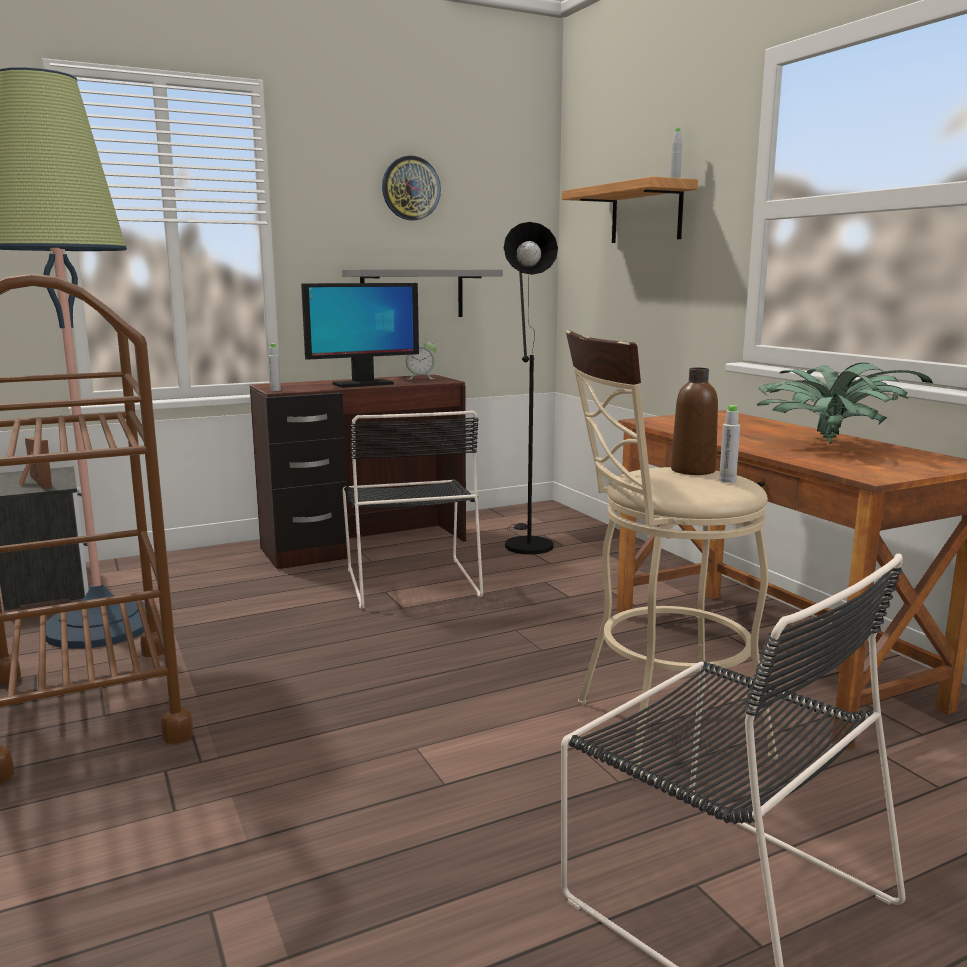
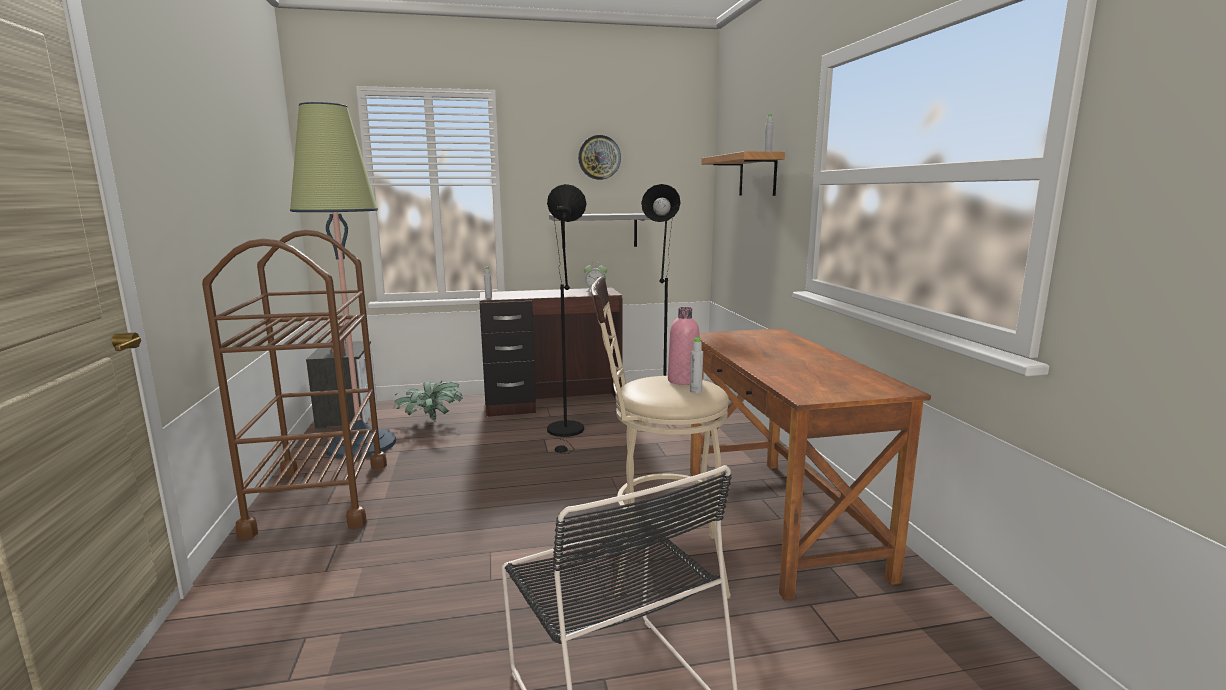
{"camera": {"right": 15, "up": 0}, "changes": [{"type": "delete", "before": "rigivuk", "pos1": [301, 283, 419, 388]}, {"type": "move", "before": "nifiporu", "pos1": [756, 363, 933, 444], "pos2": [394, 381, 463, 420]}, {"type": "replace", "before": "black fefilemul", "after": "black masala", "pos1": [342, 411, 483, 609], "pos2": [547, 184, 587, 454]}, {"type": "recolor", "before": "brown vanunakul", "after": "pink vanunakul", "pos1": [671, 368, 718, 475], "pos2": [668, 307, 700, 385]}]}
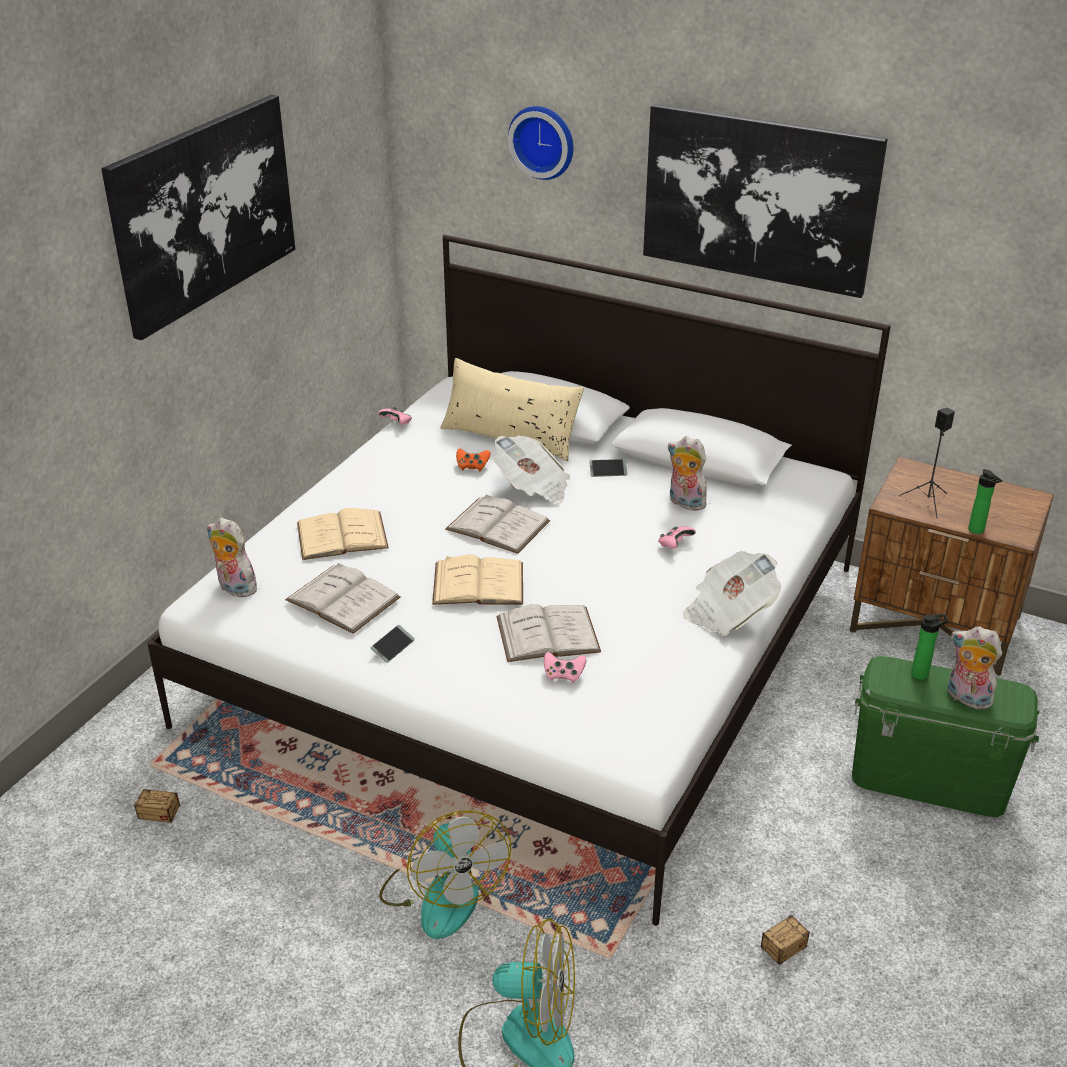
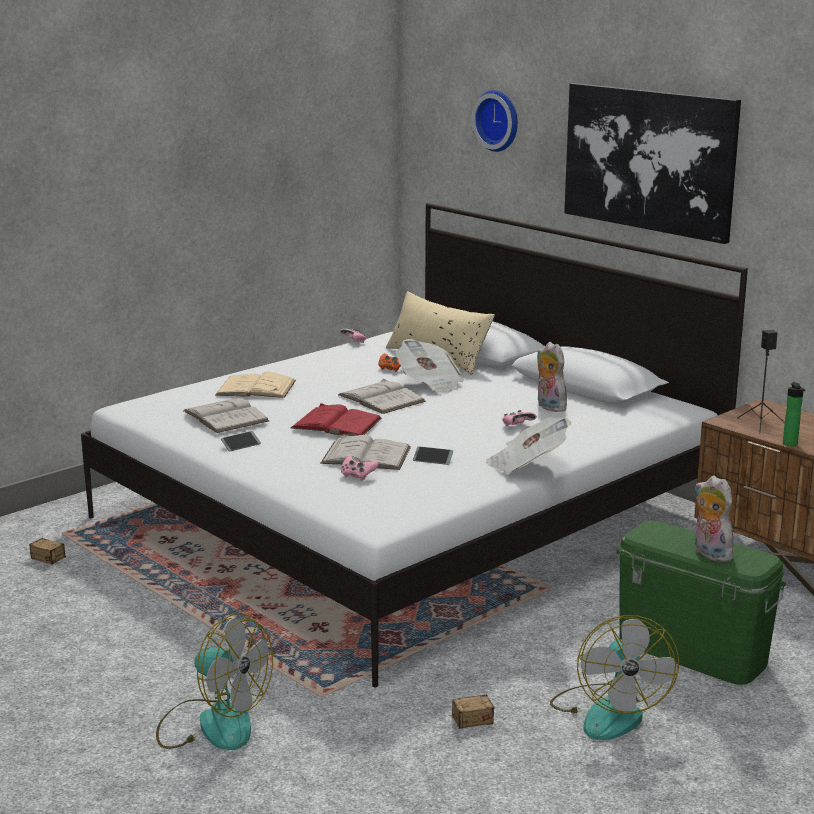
{"camera": {"right": 20, "up": -15}, "changes": [{"type": "delete", "before": "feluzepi", "pos1": [101, 95, 295, 340]}, {"type": "delete", "before": "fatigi", "pos1": [207, 518, 259, 597]}, {"type": "delete", "before": "vanunakul", "pos1": [911, 614, 949, 680]}, {"type": "move", "before": "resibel", "pos1": [379, 810, 511, 939], "pos2": [550, 615, 679, 740]}, {"type": "move", "before": "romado", "pos1": [589, 459, 628, 477], "pos2": [413, 446, 453, 465]}, {"type": "recolor", "before": "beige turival", "after": "red turival", "pos1": [432, 554, 523, 605], "pos2": [291, 403, 382, 436]}]}
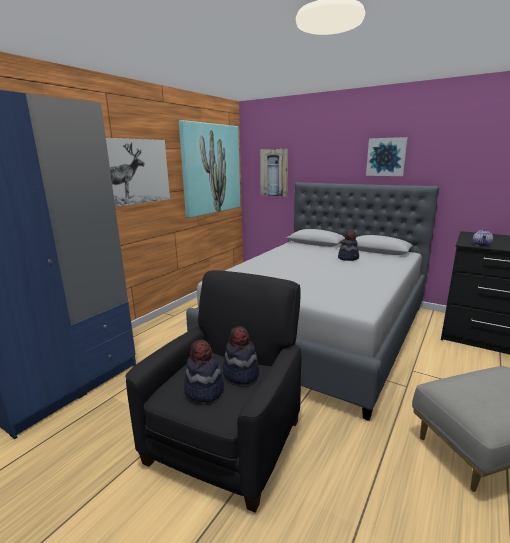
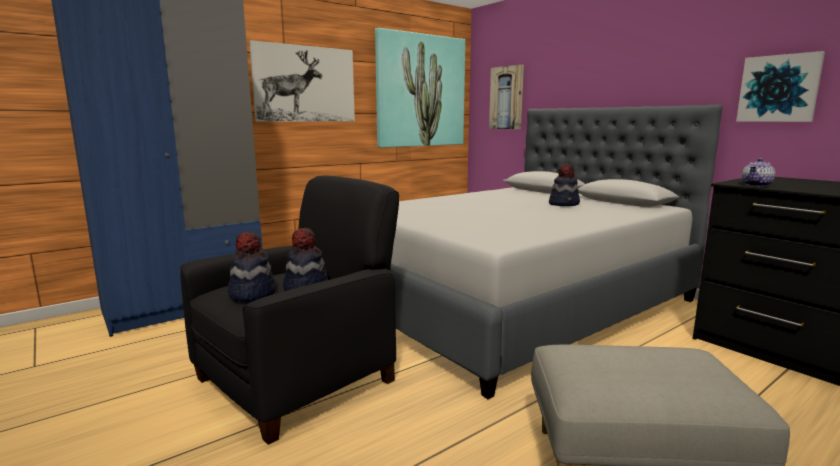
{"camera": {"right": 20, "up": -5}, "changes": [{"type": "move", "before": "feluzepi", "pos1": [366, 137, 408, 176], "pos2": [736, 51, 825, 122]}]}
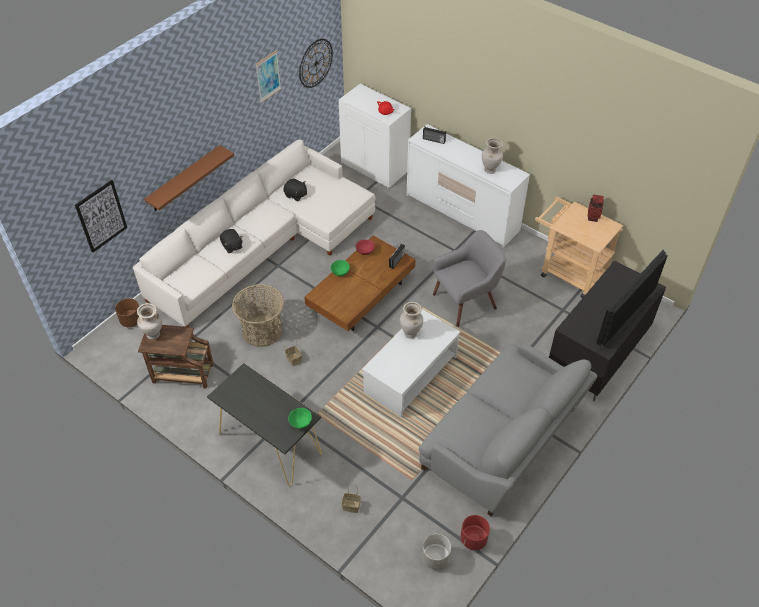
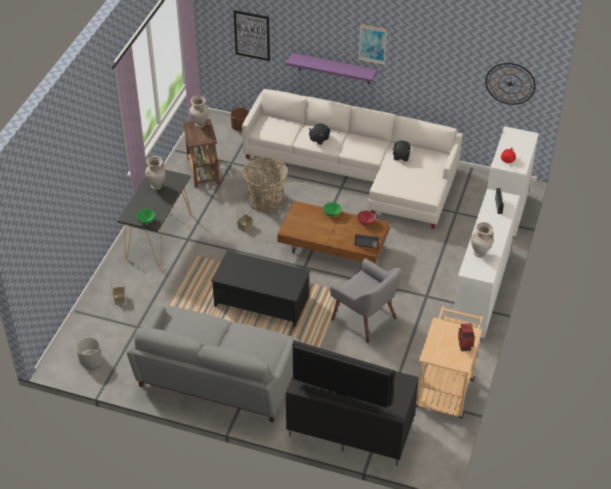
{"camera": {"right": 70, "up": -5}, "changes": [{"type": "delete", "before": "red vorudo", "pos1": [460, 515, 490, 550]}, {"type": "move", "before": "feluzepi", "pos1": [255, 50, 281, 103], "pos2": [359, 25, 387, 65]}, {"type": "move", "before": "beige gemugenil", "pos1": [400, 302, 423, 339], "pos2": [145, 156, 166, 190]}, {"type": "recolor", "before": "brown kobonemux", "after": "purple kobonemux", "pos1": [144, 145, 234, 211], "pos2": [286, 53, 377, 84]}, {"type": "recolor", "before": "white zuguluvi", "after": "black zuguluvi", "pos1": [362, 309, 460, 418], "pos2": [211, 251, 310, 327]}]}
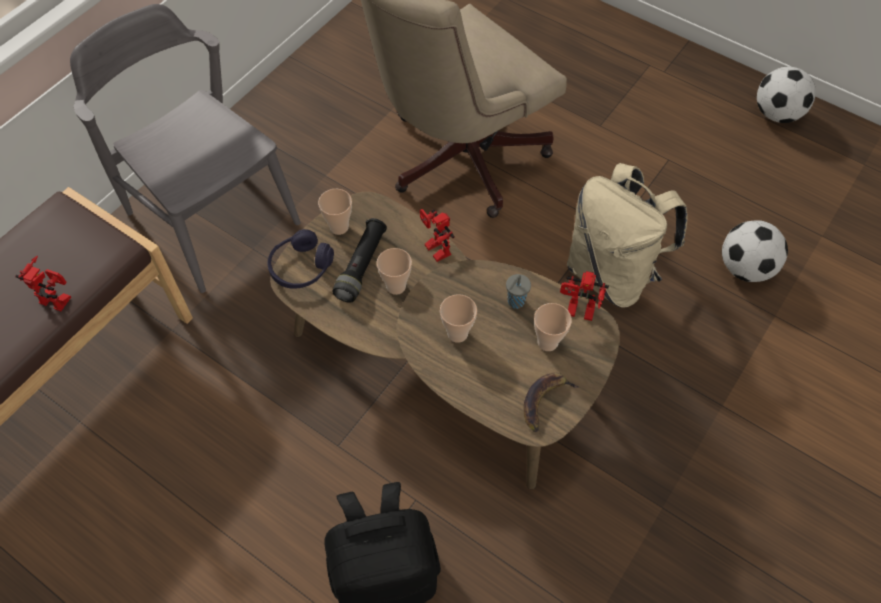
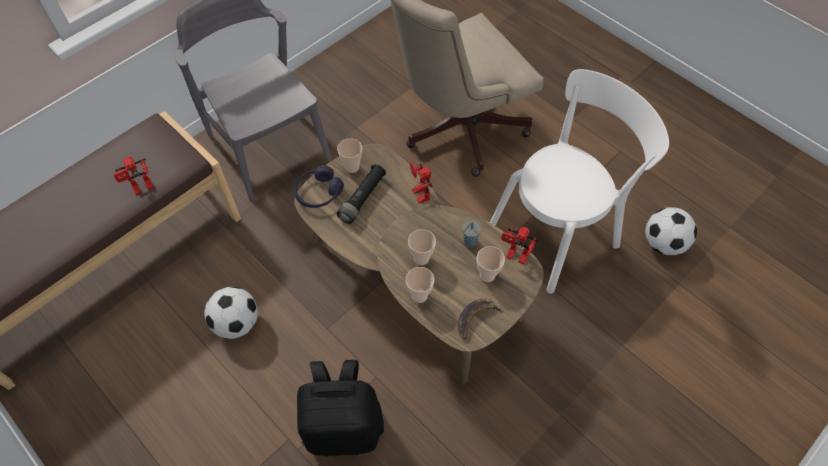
{"camera": {"right": 10, "up": 0}, "changes": [{"type": "move", "before": "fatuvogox", "pos1": [377, 248, 412, 295], "pos2": [406, 267, 434, 303]}, {"type": "move", "before": "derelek", "pos1": [757, 67, 816, 123], "pos2": [204, 287, 258, 339]}, {"type": "replace", "before": "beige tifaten", "after": "white fefilemul", "pos1": [567, 163, 688, 308], "pos2": [490, 69, 669, 294]}, {"type": "rotate", "before": "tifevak", "pos1": [15, 256, 71, 311], "pos2": [114, 156, 154, 195], "turn": 120}]}
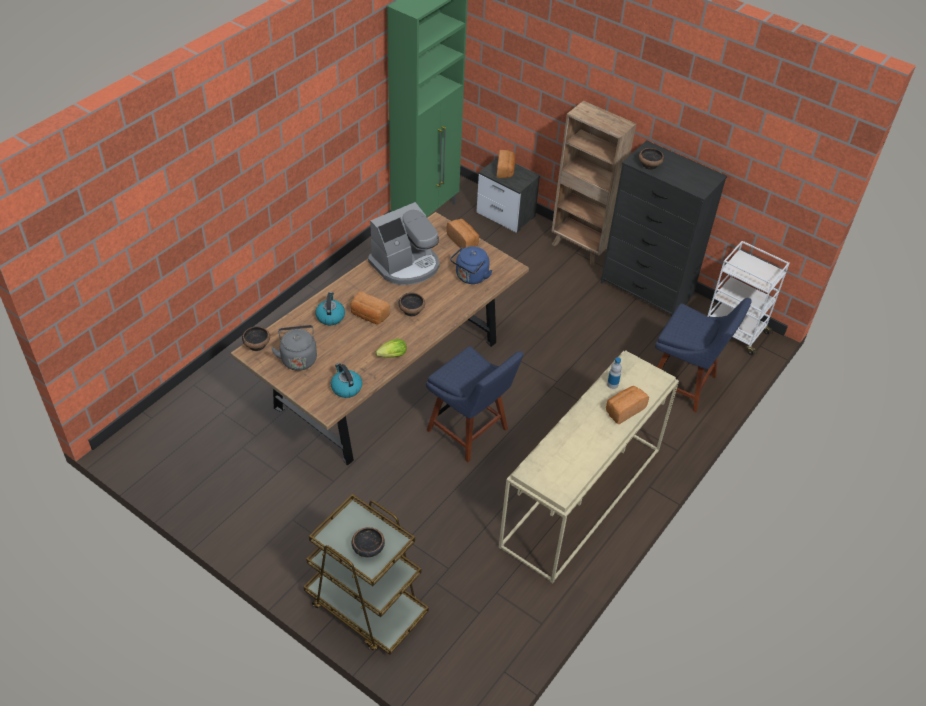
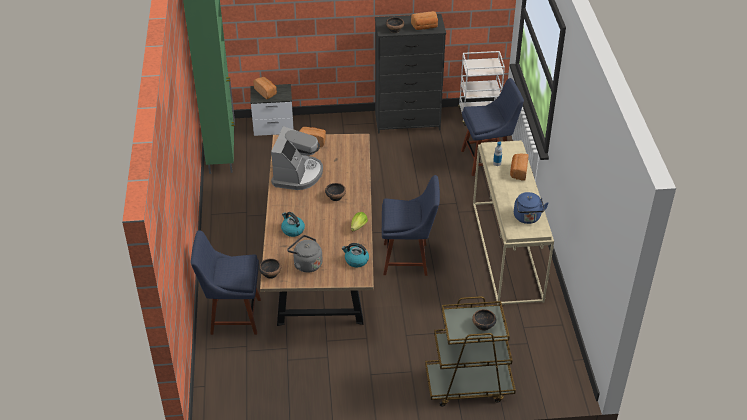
{"camera": {"right": -40, "up": -5}, "changes": [{"type": "delete", "before": "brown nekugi", "pos1": [551, 101, 636, 265]}, {"type": "insert", "after": "blue fefilemul", "pos2": [191, 230, 261, 335]}, {"type": "move", "before": "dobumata", "pos1": [351, 291, 390, 324], "pos2": [411, 11, 438, 30]}, {"type": "move", "before": "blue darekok", "pos1": [450, 246, 493, 284], "pos2": [514, 192, 549, 224]}]}
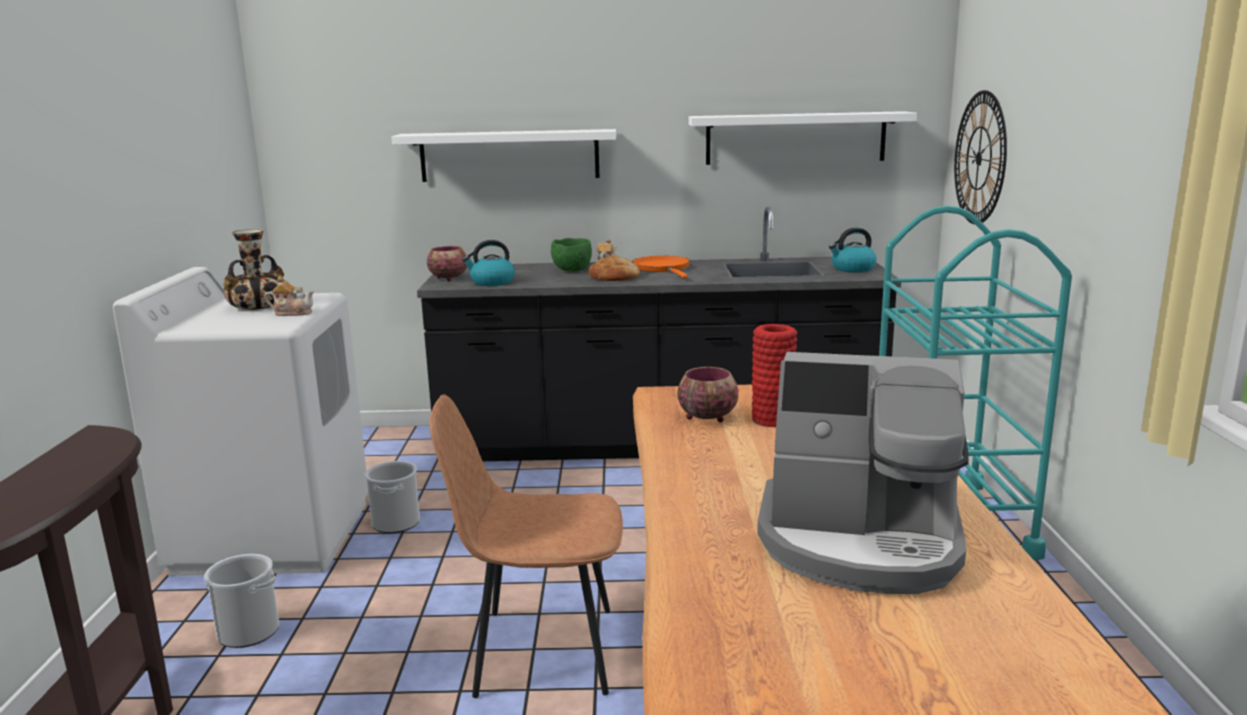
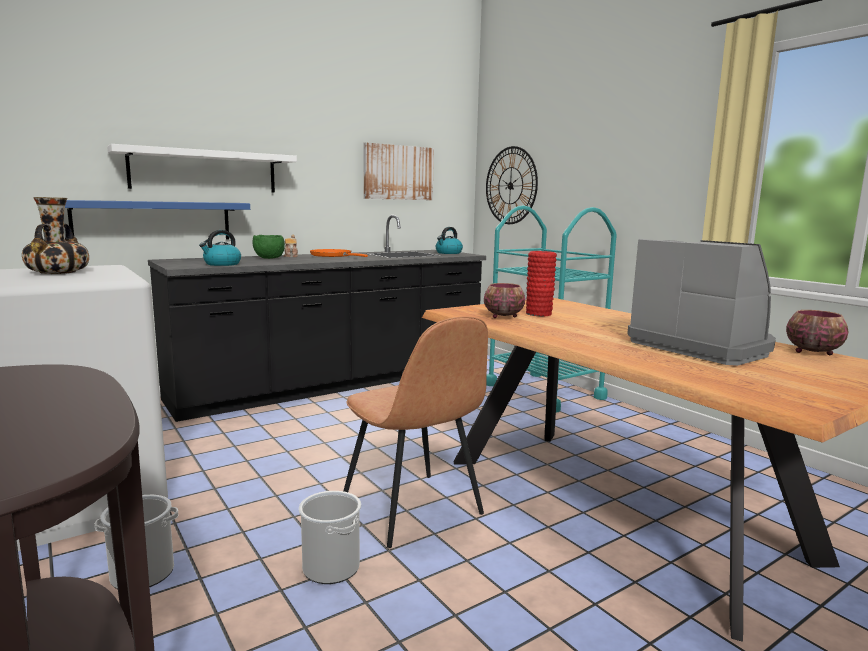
{"camera": {"right": -35, "up": -5}, "changes": [{"type": "delete", "before": "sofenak", "pos1": [264, 276, 314, 316]}, {"type": "delete", "before": "dobumata", "pos1": [589, 256, 640, 281]}, {"type": "insert", "after": "blue kobonemux", "pos2": [65, 200, 250, 239]}, {"type": "move", "before": "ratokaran", "pos1": [364, 461, 420, 533], "pos2": [299, 491, 361, 584]}, {"type": "move", "before": "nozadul", "pos1": [427, 246, 467, 281], "pos2": [786, 310, 848, 355]}, {"type": "replace", "before": "white kobonemux", "after": "feluzepi", "pos1": [688, 111, 917, 165], "pos2": [363, 142, 434, 200]}, {"type": "rotate", "before": "brown fefilemul", "pos1": [429, 394, 623, 698], "pos2": [344, 317, 488, 548], "turn": -90}, {"type": "rotate", "before": "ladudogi", "pos1": [757, 352, 969, 594], "pos2": [627, 239, 776, 366], "turn": -105}]}
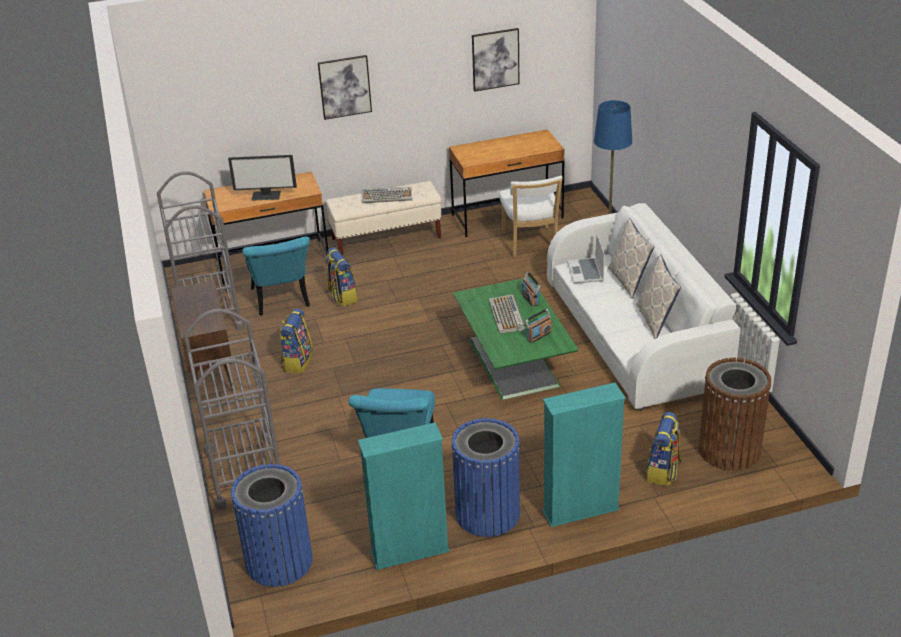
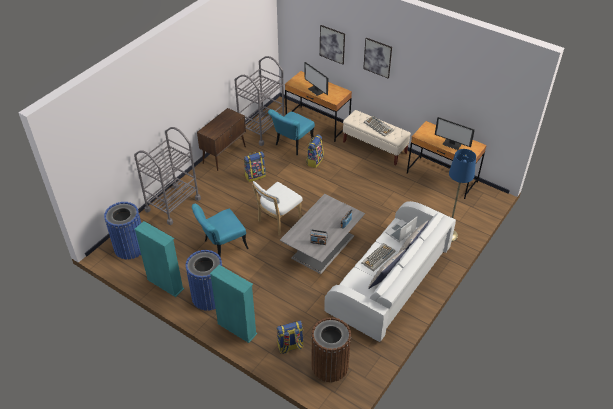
{"camera": {"right": 50, "up": 10}, "changes": [{"type": "insert", "after": "rigivuk", "pos2": [435, 117, 475, 150]}, {"type": "move", "before": "feluzepi", "pos1": [472, 28, 519, 92], "pos2": [320, 25, 345, 65]}, {"type": "move", "before": "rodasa", "pos1": [489, 294, 525, 334], "pos2": [361, 243, 396, 272]}, {"type": "move", "before": "white fefilemul", "pos1": [499, 176, 563, 258], "pos2": [252, 181, 303, 236]}, {"type": "recolor", "before": "green zuguluvi", "after": "grey zuguluvi", "pos1": [453, 277, 578, 400], "pos2": [280, 194, 365, 274]}]}
